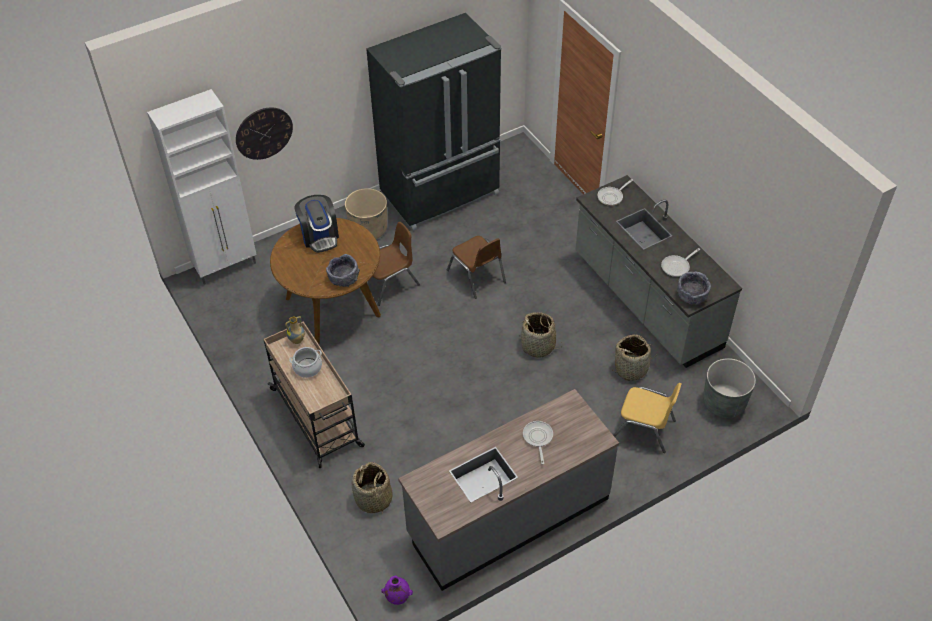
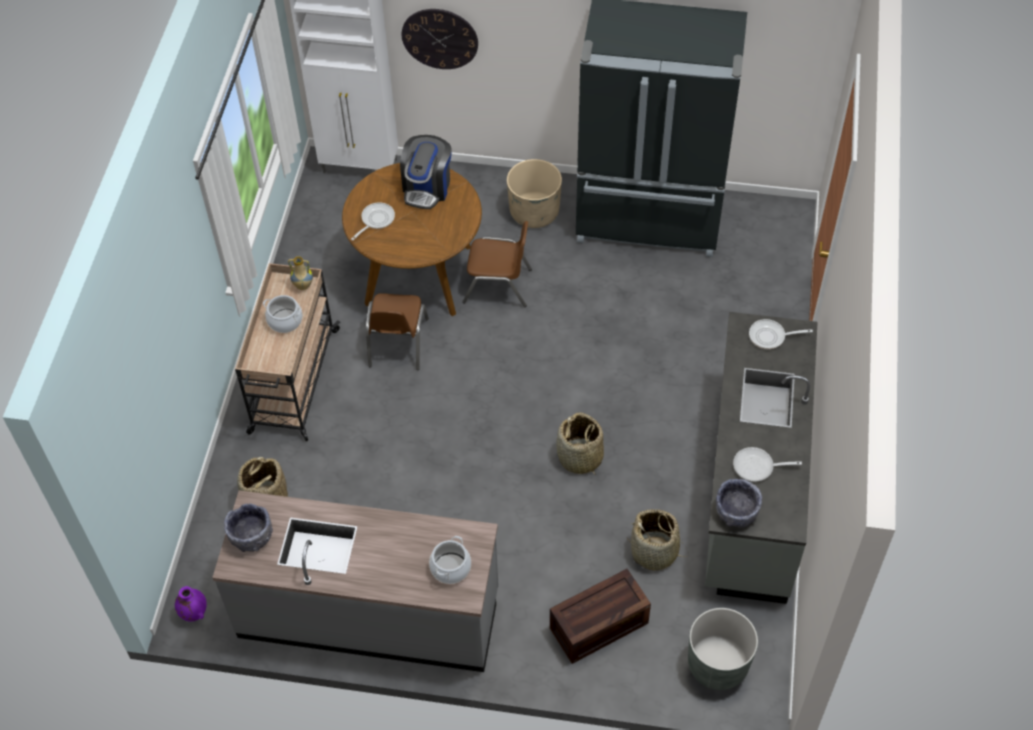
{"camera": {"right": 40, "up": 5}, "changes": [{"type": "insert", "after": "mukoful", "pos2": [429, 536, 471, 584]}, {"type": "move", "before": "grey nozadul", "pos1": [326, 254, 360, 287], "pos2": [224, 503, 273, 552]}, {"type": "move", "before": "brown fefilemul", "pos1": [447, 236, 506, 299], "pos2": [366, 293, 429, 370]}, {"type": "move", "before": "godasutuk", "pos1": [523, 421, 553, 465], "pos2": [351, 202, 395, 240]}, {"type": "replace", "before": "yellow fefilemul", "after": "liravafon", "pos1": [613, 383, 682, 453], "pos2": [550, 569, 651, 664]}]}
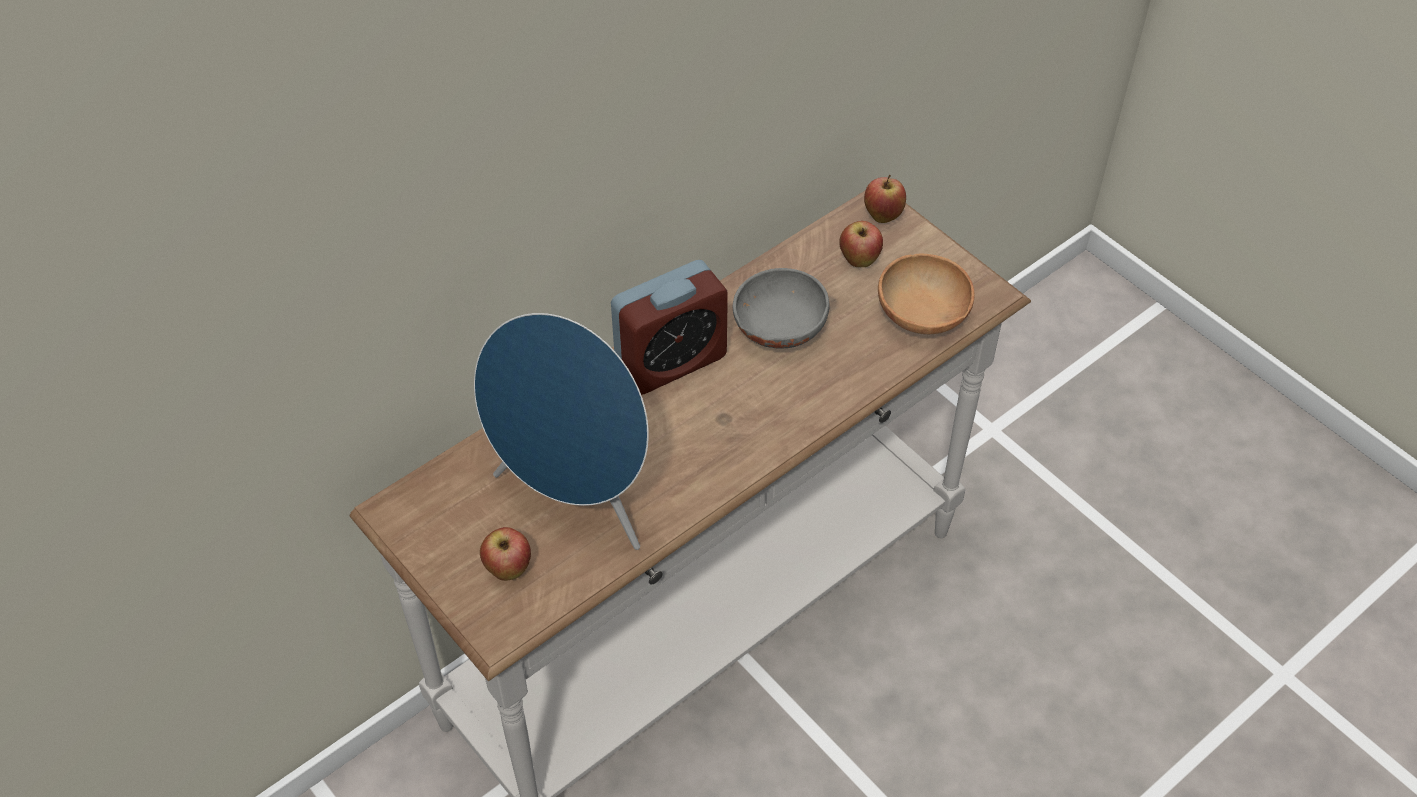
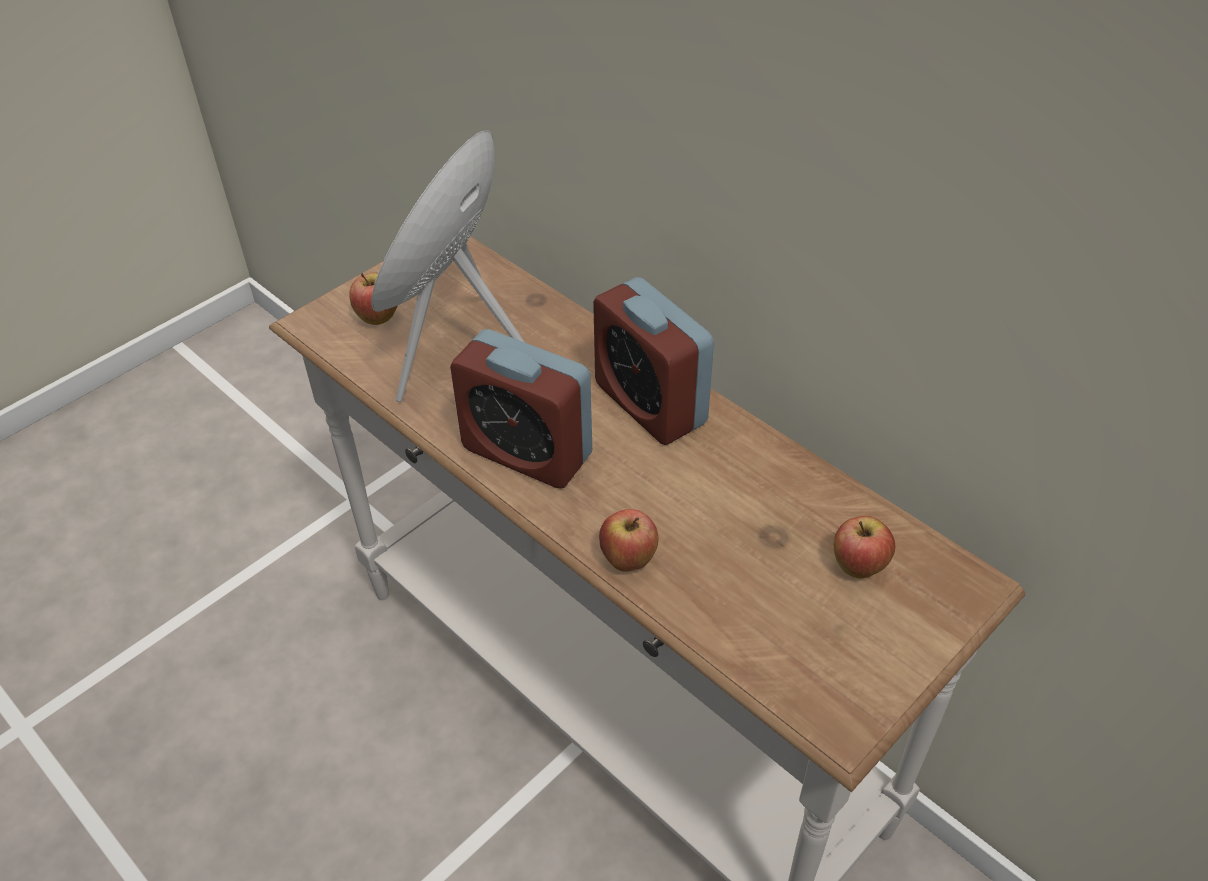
{"camera": {"right": 85, "up": -5}, "changes": [{"type": "delete", "before": "grey nozadul", "pos1": [733, 268, 830, 349]}, {"type": "delete", "before": "brown nozadul", "pos1": [878, 254, 975, 334]}, {"type": "insert", "after": "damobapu", "pos2": [450, 329, 592, 489]}, {"type": "move", "before": "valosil", "pos1": [864, 175, 906, 223], "pos2": [599, 509, 658, 572]}]}
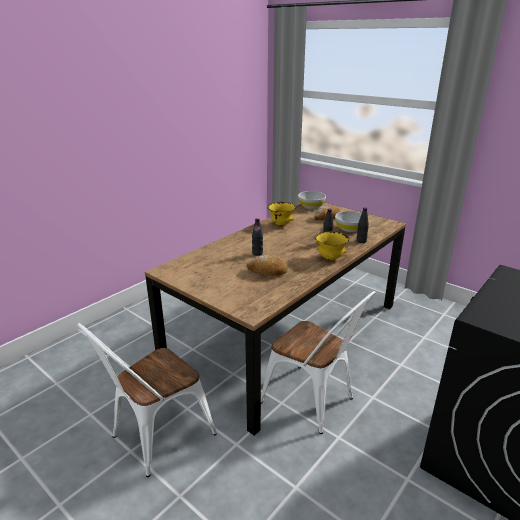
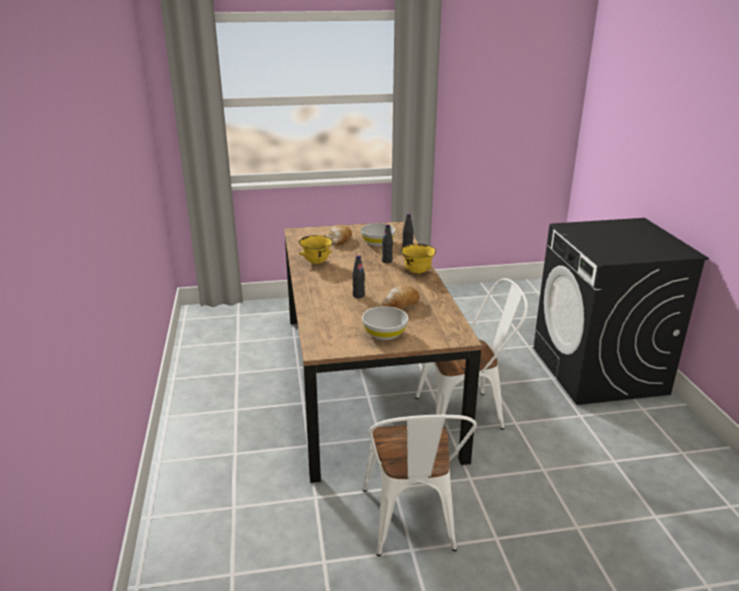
{"camera": {"right": -50, "up": 0}, "changes": [{"type": "move", "before": "white nozadul", "pos1": [298, 191, 326, 209], "pos2": [362, 306, 408, 340]}]}
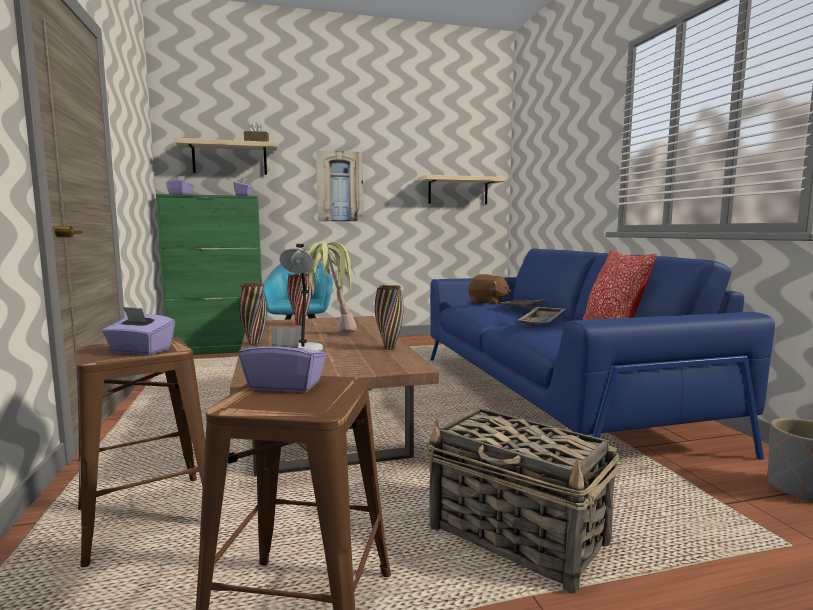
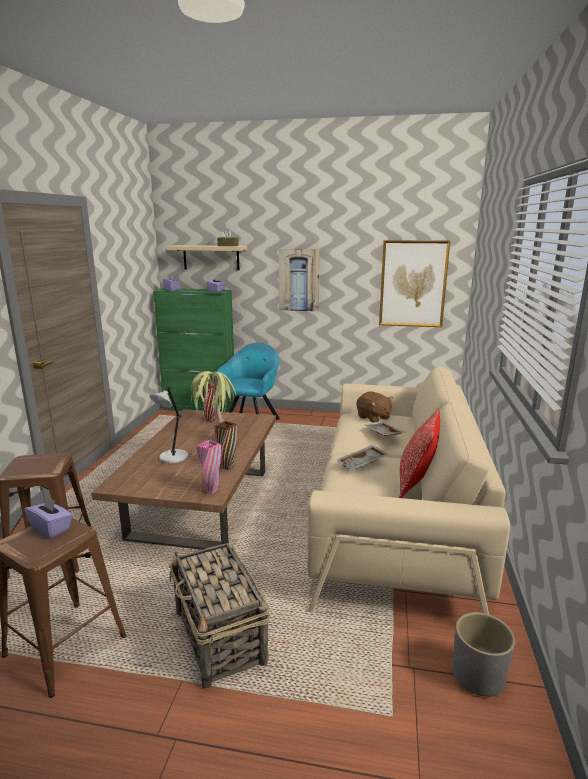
{"camera": {"right": 25, "up": 10}, "changes": [{"type": "delete", "before": "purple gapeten", "pos1": [102, 307, 175, 355]}, {"type": "delete", "before": "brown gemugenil", "pos1": [239, 283, 267, 345]}, {"type": "insert", "after": "pink gemugenil", "pos2": [196, 440, 221, 494]}, {"type": "replace", "before": "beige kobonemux", "after": "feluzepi", "pos1": [419, 175, 506, 205], "pos2": [379, 240, 450, 327]}, {"type": "recolor", "before": "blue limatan", "after": "beige limatan", "pos1": [430, 248, 775, 460], "pos2": [307, 366, 510, 614]}]}
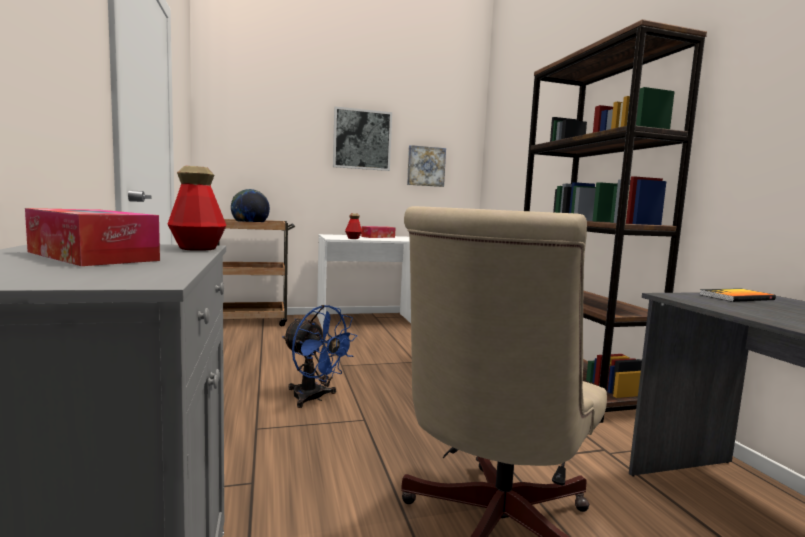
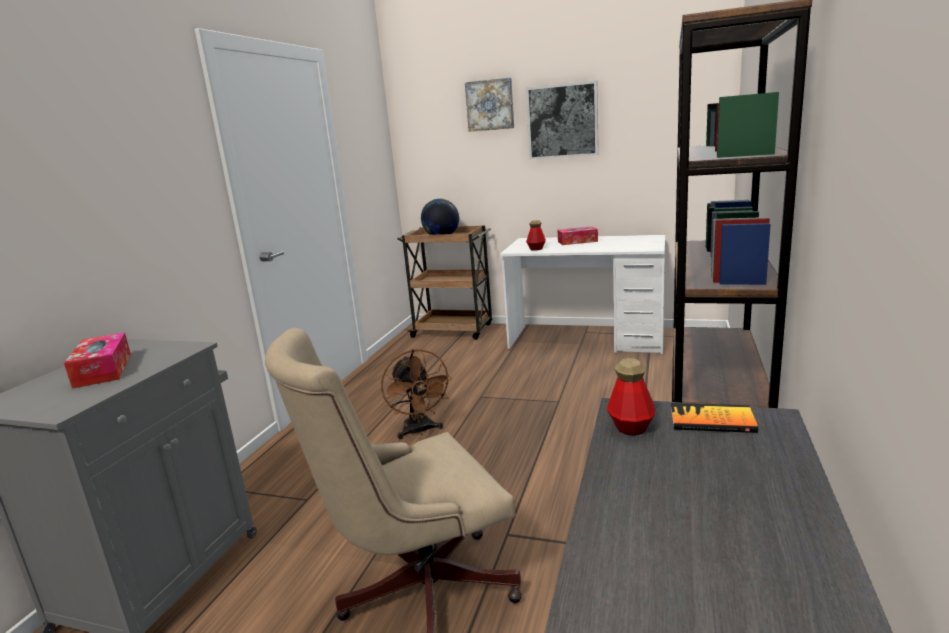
{"camera": {"right": 35, "up": 10}, "changes": [{"type": "move", "before": "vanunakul", "pos1": [167, 166, 227, 251], "pos2": [607, 358, 656, 435]}, {"type": "move", "before": "feluzepi", "pos1": [407, 145, 446, 187], "pos2": [465, 78, 514, 132]}, {"type": "recolor", "before": "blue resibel", "after": "brown resibel", "pos1": [282, 305, 357, 408], "pos2": [381, 349, 452, 439]}]}
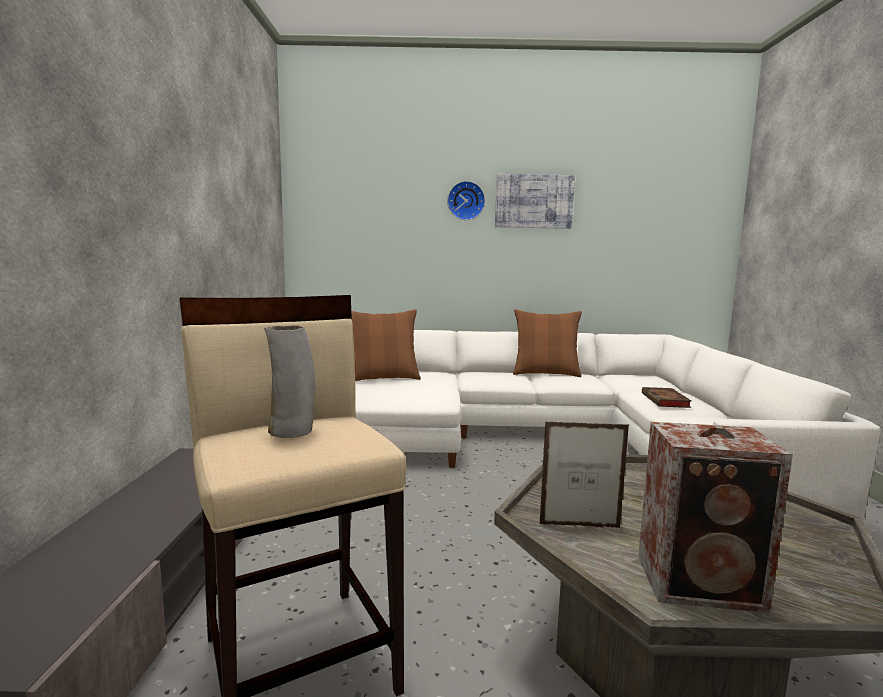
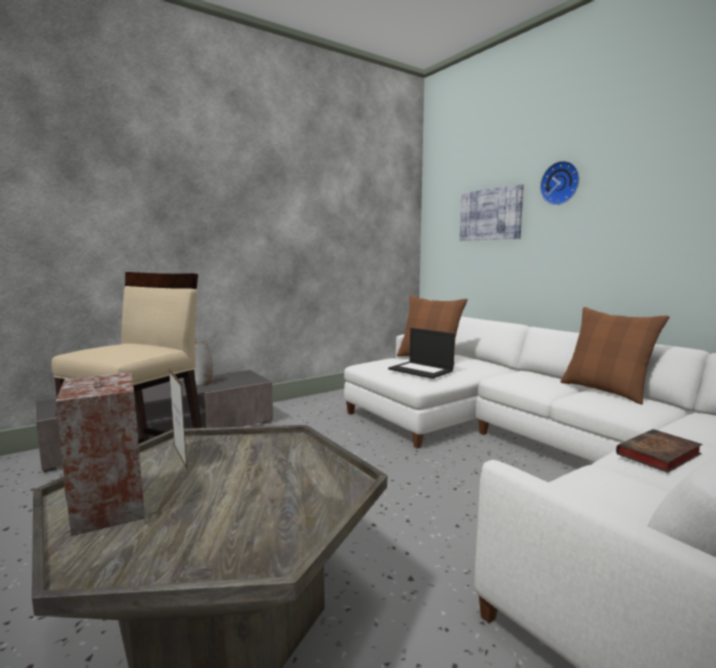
{"camera": {"right": 55, "up": 0}, "changes": [{"type": "insert", "after": "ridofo", "pos2": [388, 328, 455, 379]}, {"type": "move", "before": "gemugenil", "pos1": [264, 325, 316, 438], "pos2": [195, 341, 213, 385]}, {"type": "move", "before": "feluzepi", "pos1": [495, 174, 575, 229], "pos2": [460, 184, 524, 241]}]}
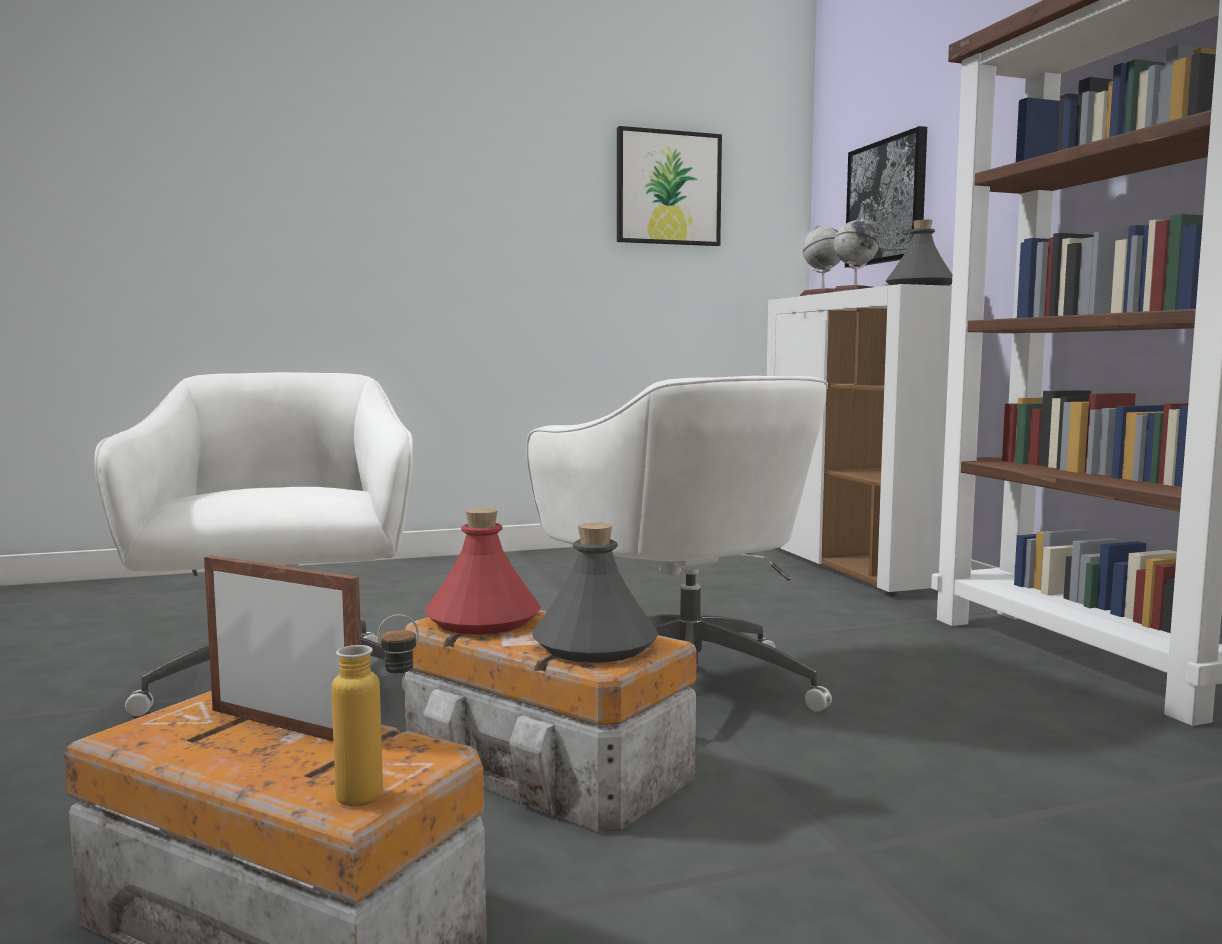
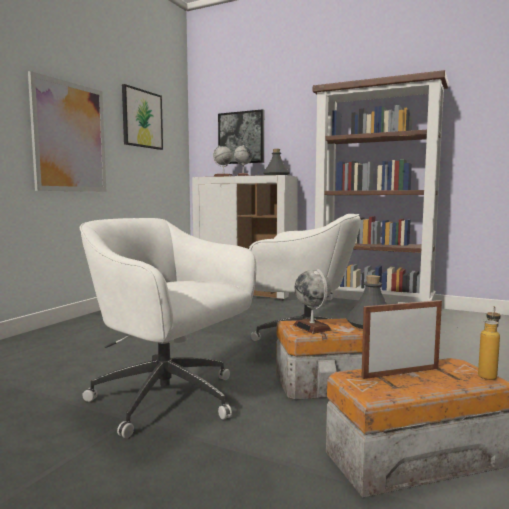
{"camera": {"right": -45, "up": 0}, "changes": [{"type": "insert", "after": "feluzepi", "pos2": [28, 71, 106, 192]}, {"type": "replace", "before": "red vanunakul", "after": "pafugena", "pos1": [425, 508, 541, 634], "pos2": [293, 269, 331, 334]}]}
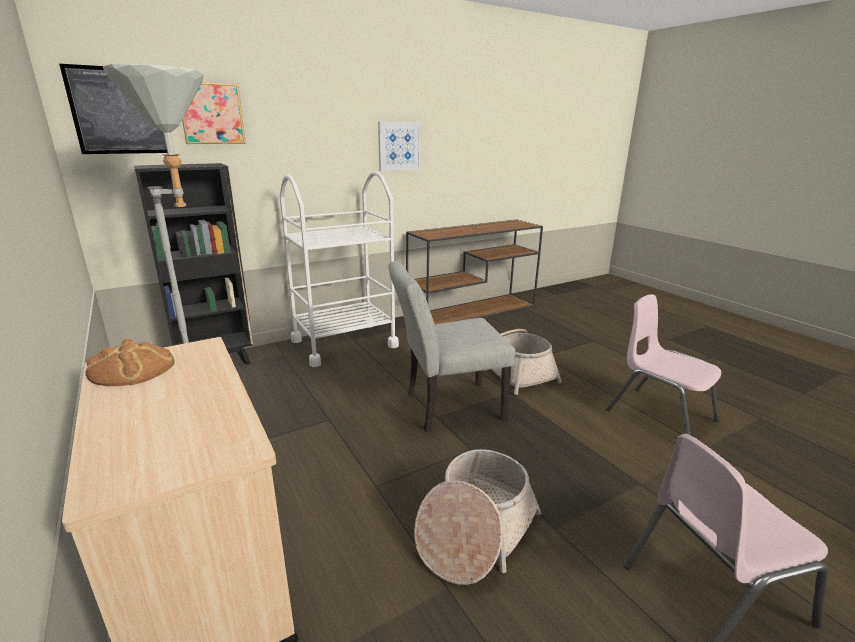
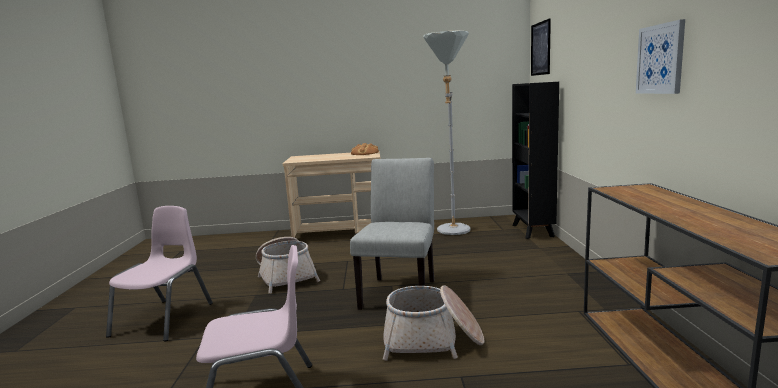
{"camera": {"right": 120, "up": -10}, "changes": [{"type": "delete", "before": "feluzepi", "pos1": [182, 82, 246, 144]}, {"type": "delete", "before": "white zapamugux", "pos1": [280, 171, 399, 367]}]}
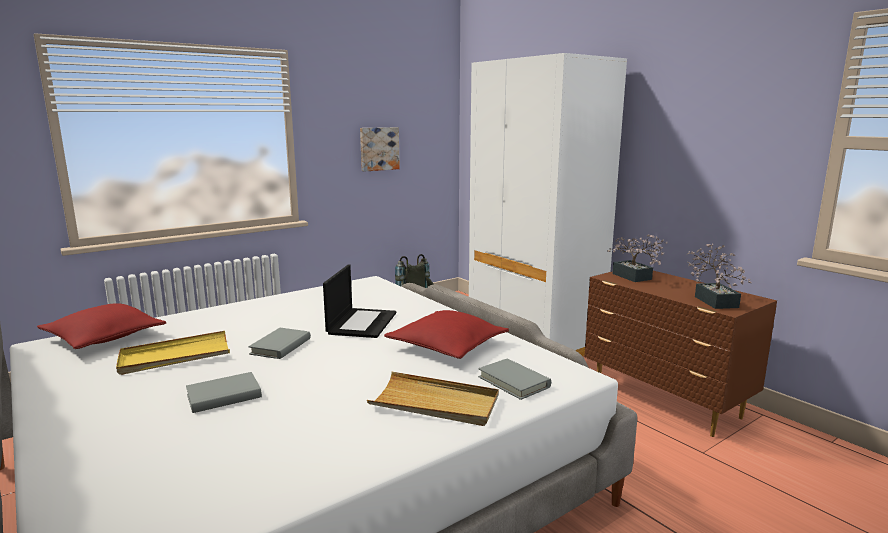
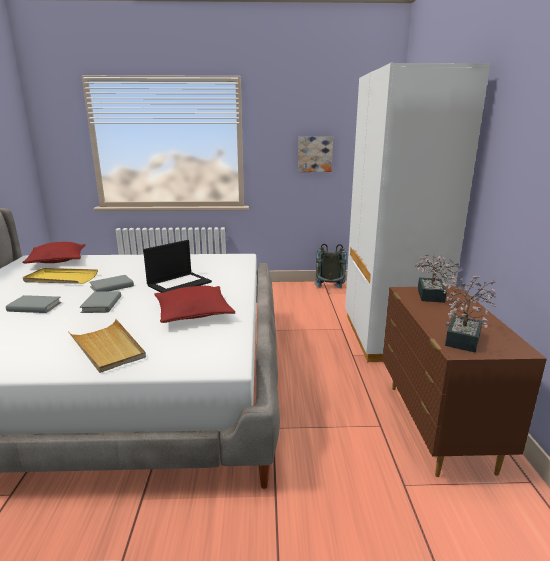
{"camera": {"right": 35, "up": 5}, "changes": [{"type": "move", "before": "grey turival", "pos1": [478, 359, 551, 400], "pos2": [80, 291, 121, 313]}]}
